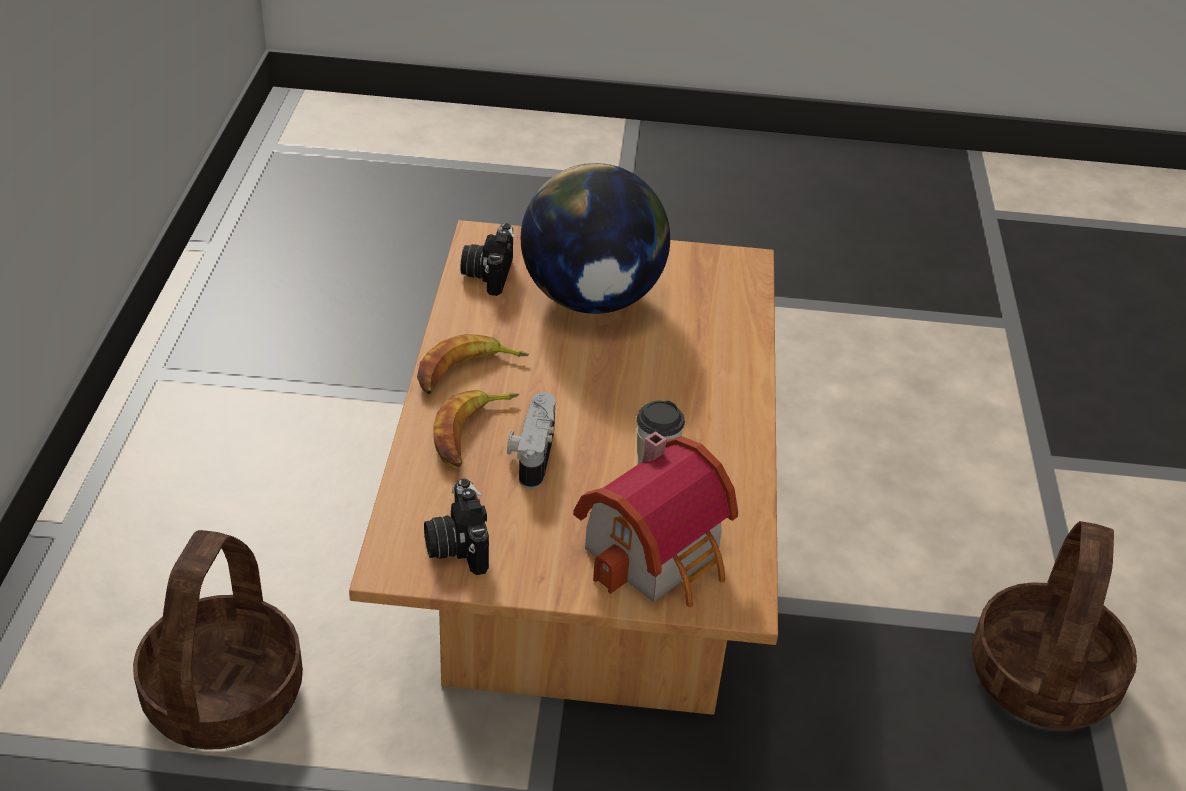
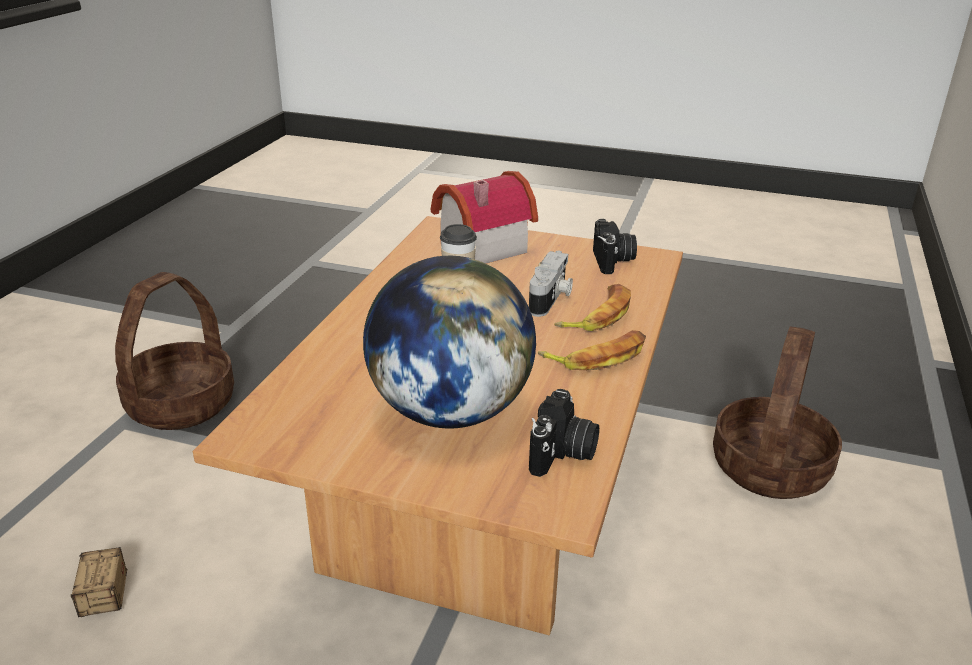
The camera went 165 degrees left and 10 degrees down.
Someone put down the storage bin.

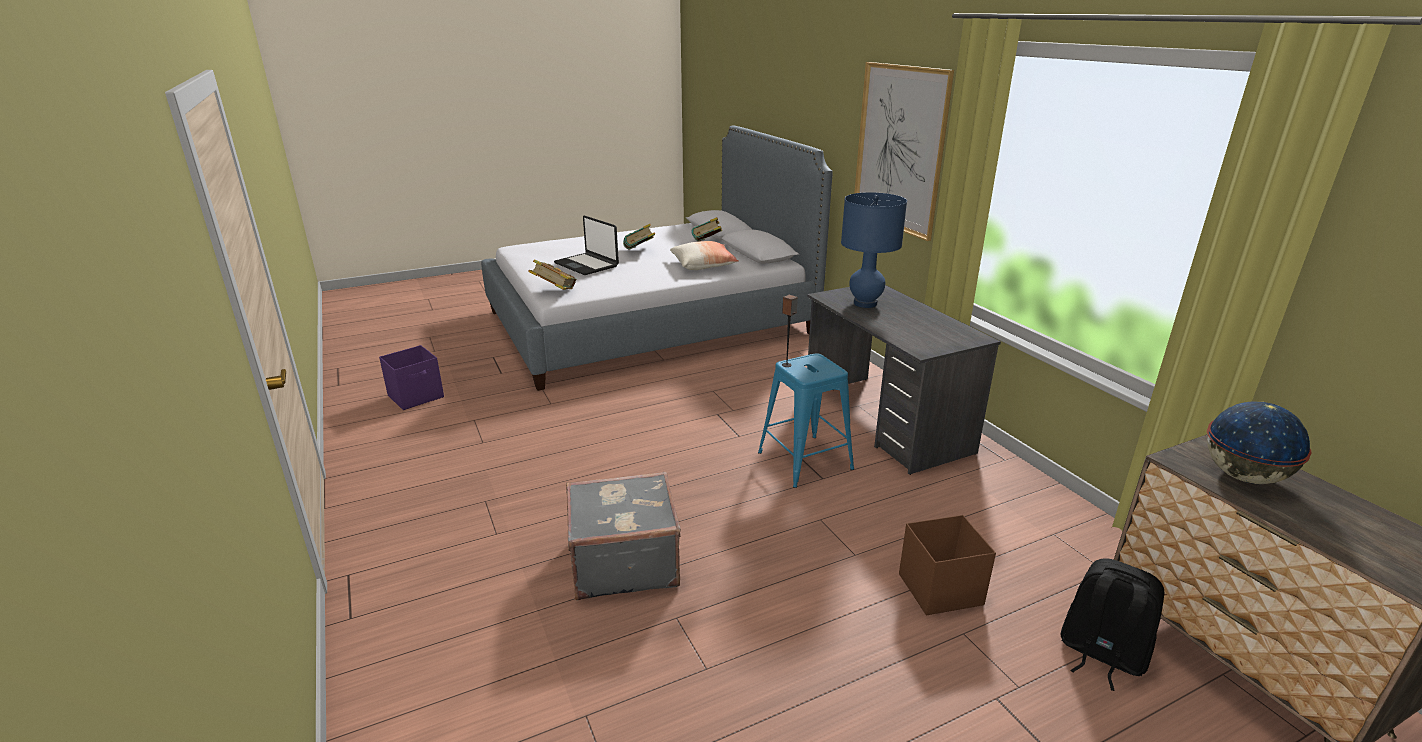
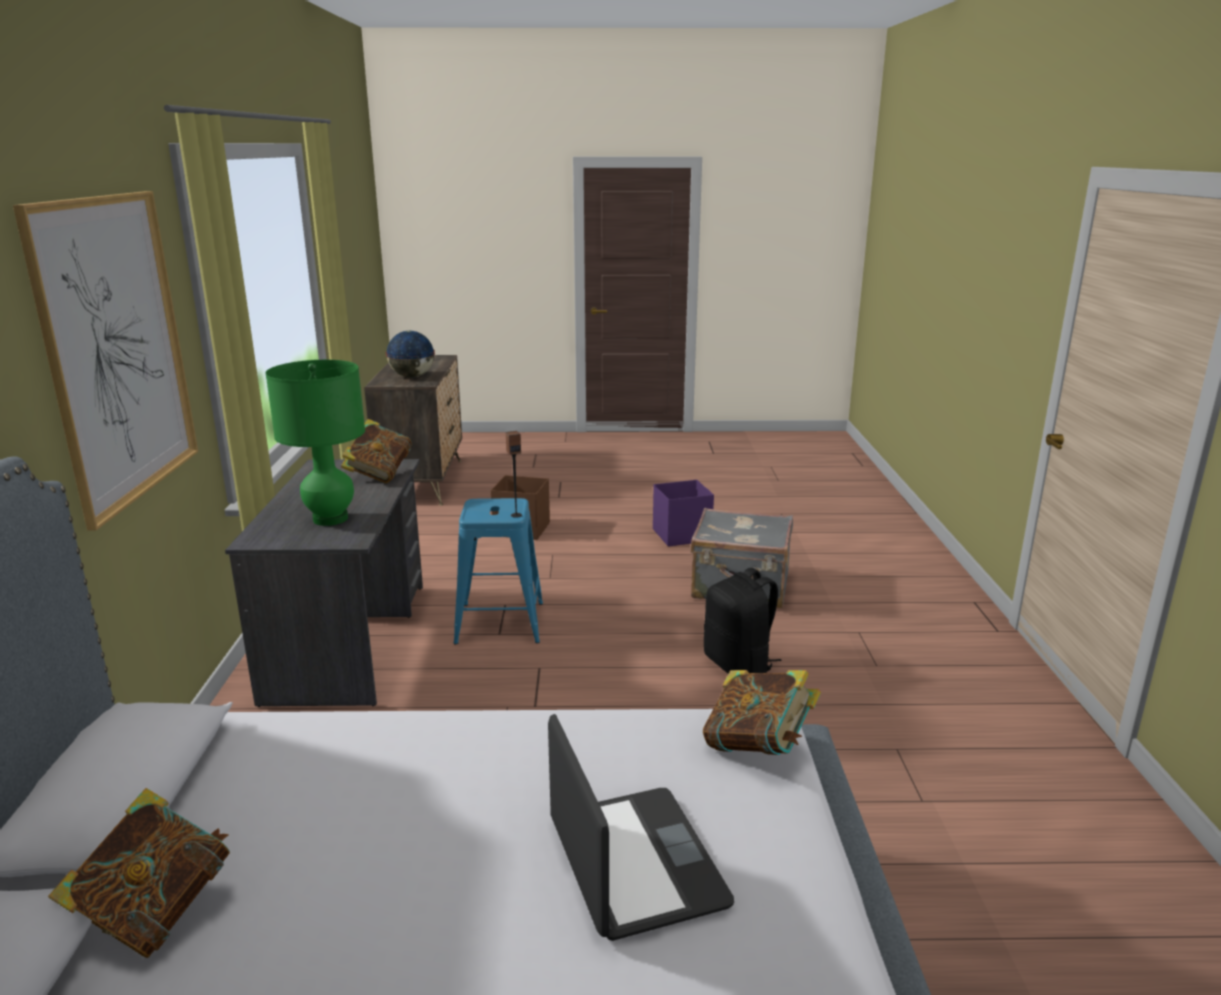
The camera went 155 degrees left and 5 degrees down.
Someone repainted the blue-coloured lamp for a table, which became the green-coloured lamp for a table.
Someone carried the bound book (no. 2 from left).
Someone took away the pillow.
Someone carried the purple storage bin.
Someone carried the black rucksack.

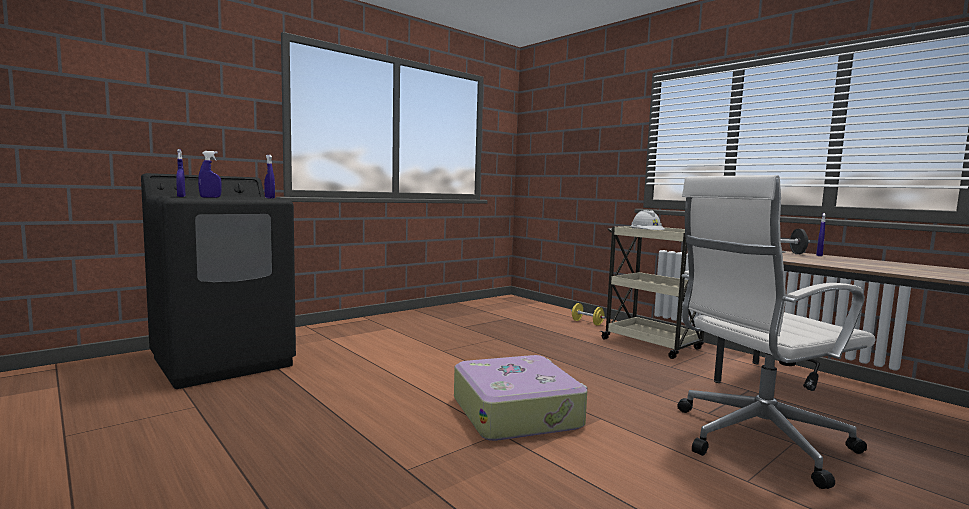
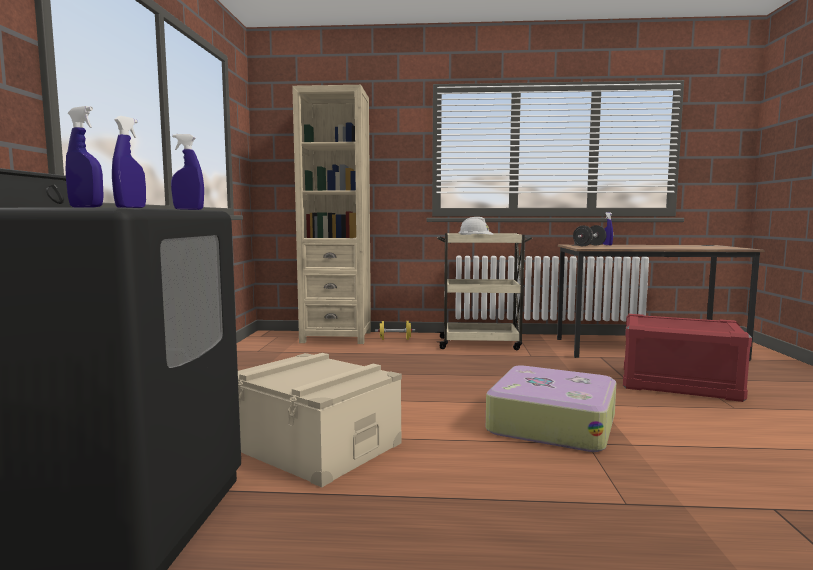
The camera went 45 degrees left and 0 degrees up.
Someone swapped the white desk chair for the reddish storage bin.
Someone put down the sand-coloured bookcase.
Someone put down the sand-coloured storage bin.

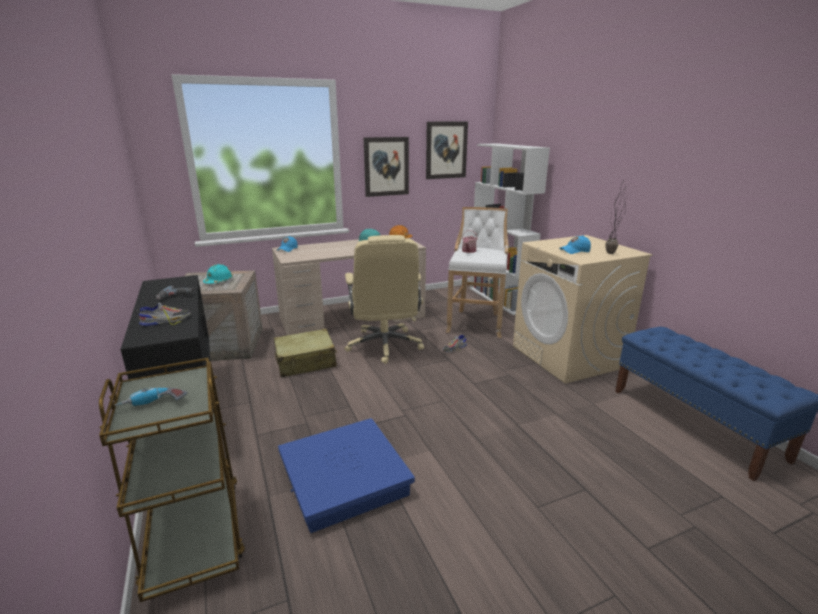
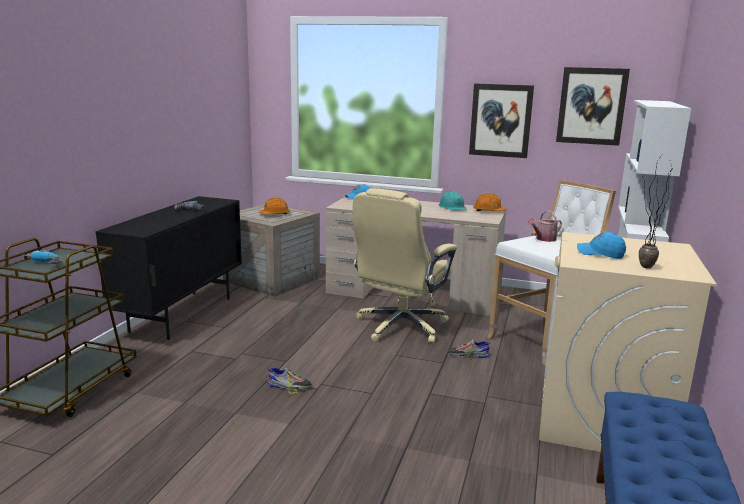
The camera went 40 degrees right and 5 degrees down.
Someone repainted the turquoise-coloured safety helmet (no. 1 from left), which became the orangey safety helmet (no. 1 from left).
Someone carried the item of footwear (no. 1 from left).
Someone took away the sand-coloured travel case.
Someone took away the blue-coloured storage bin.

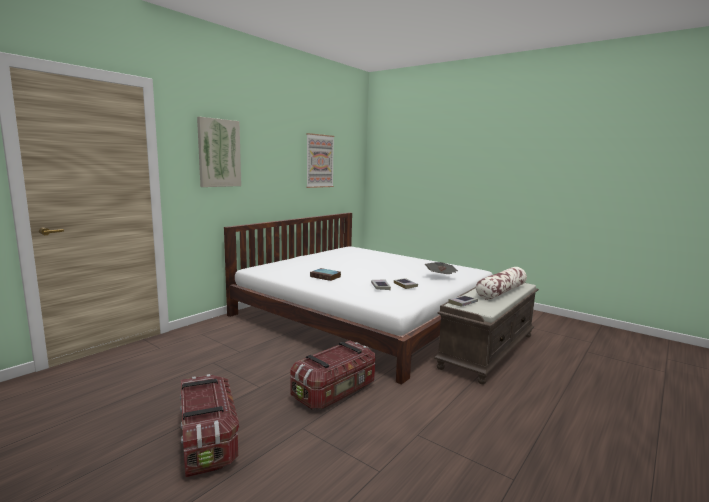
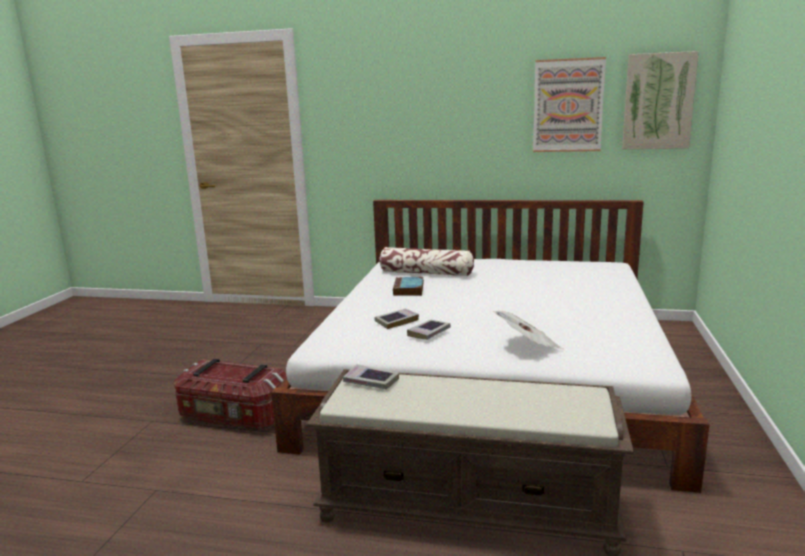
The camera went 65 degrees right and 5 degrees up.
Someone carried the wall art (no. 1 from left in the first image).
Someone carried the pillow.
Someone took away the storage bin (no. 1 from left).

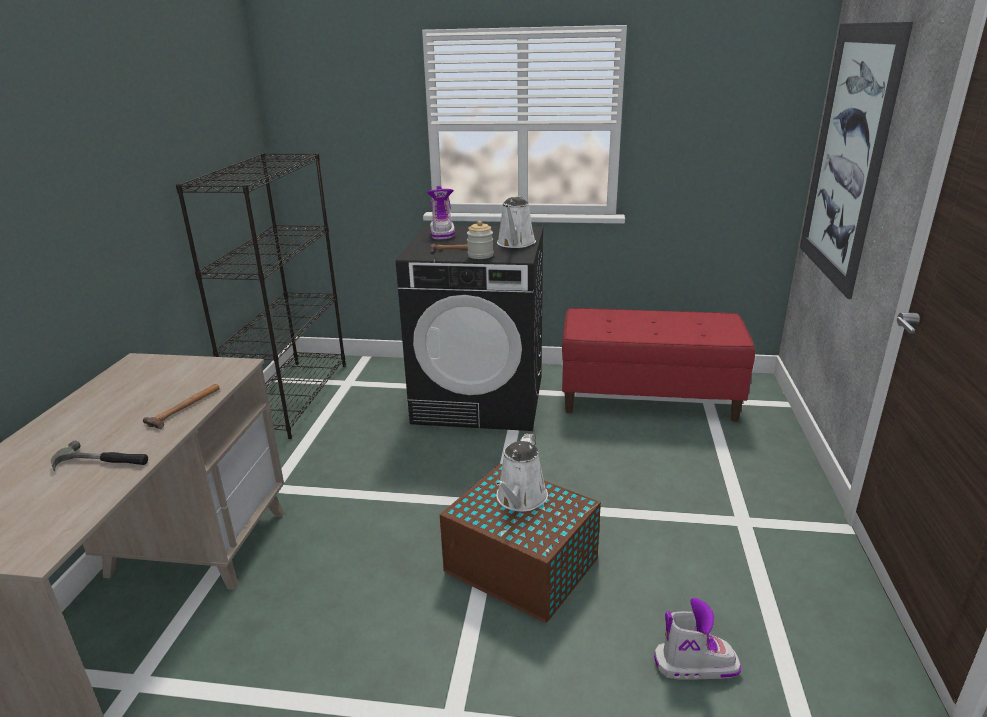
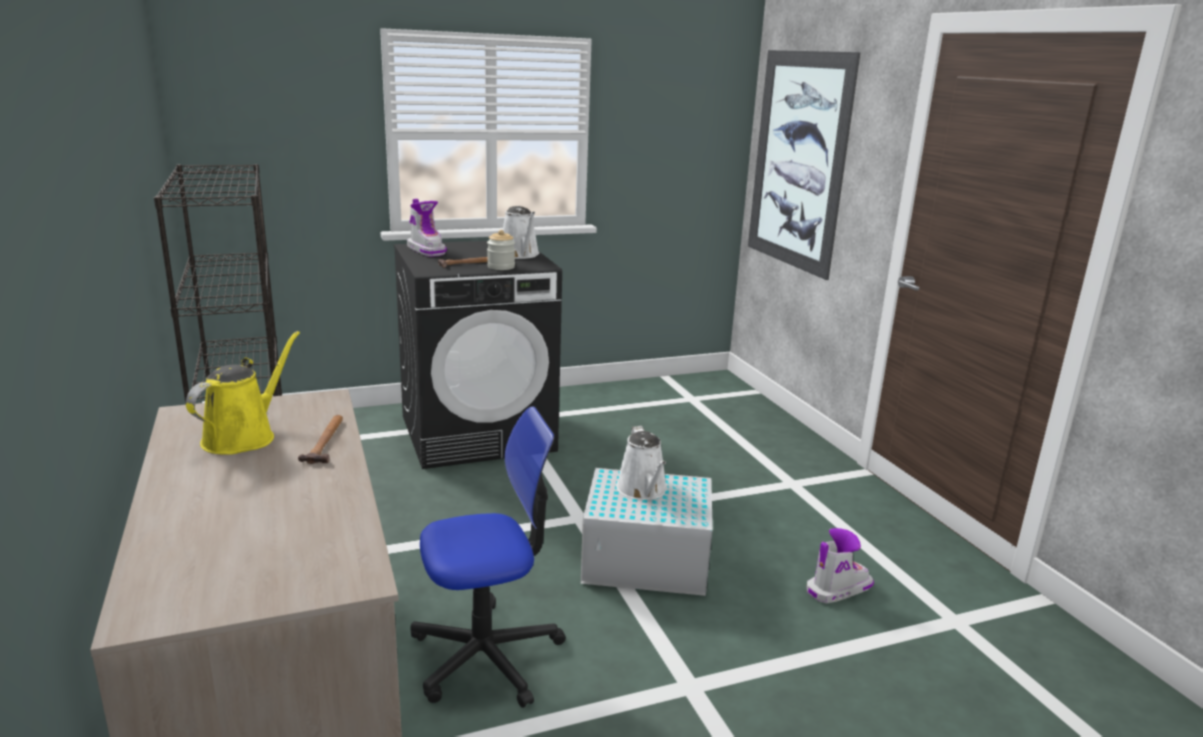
The camera went 30 degrees left and 5 degrees down.
Someone took away the reddish bench.
Someone took away the hammer (no. 1 from left).
Someone repainted the brown storage bin, which became the white storage bin.
Someone put down the yellowish sprinkling can.
Someone put down the desk chair.

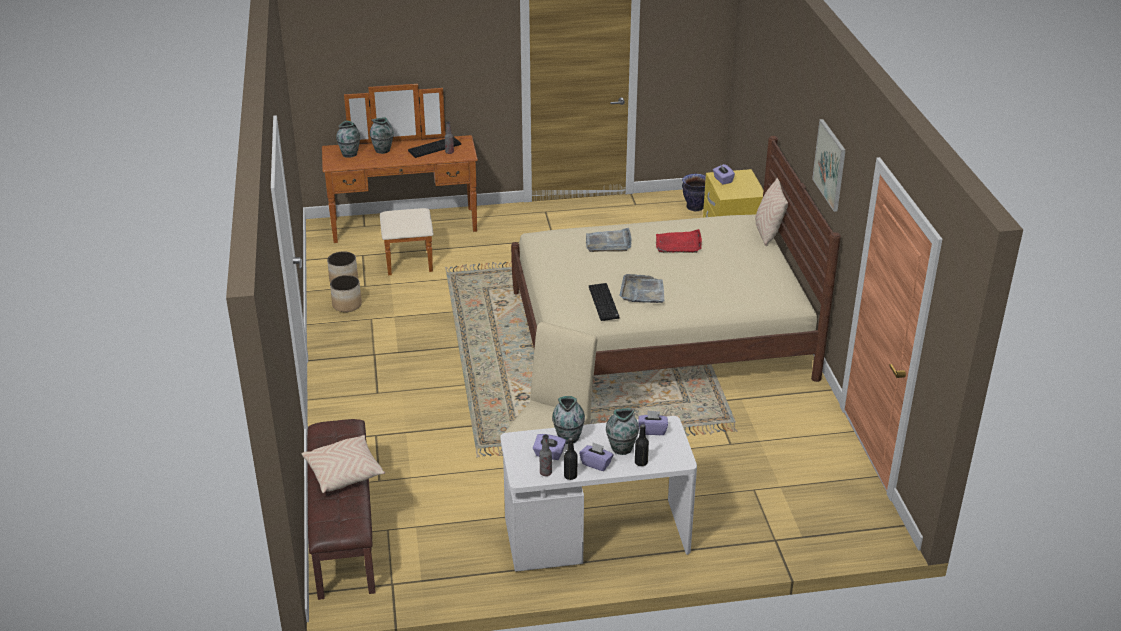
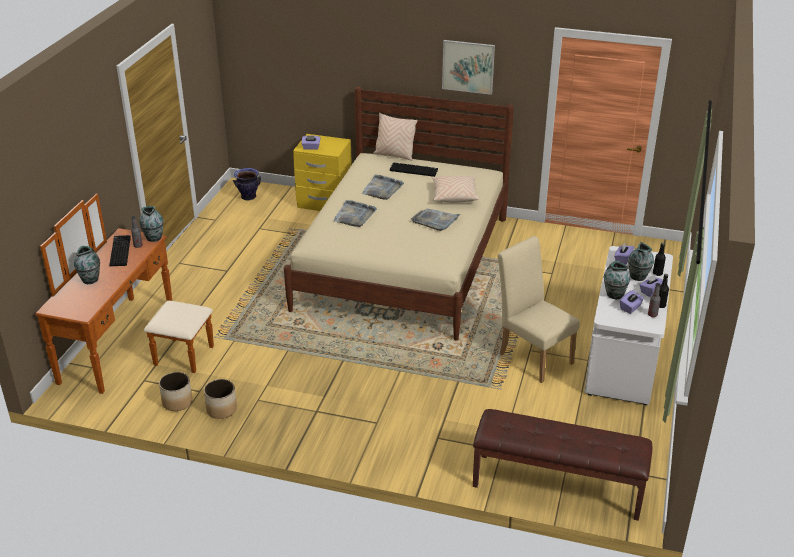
The camera went 65 degrees left and 0 degrees up.
Someone carried the decorative vase (no. 1 from left in the first image).
Someone repainted the reddish tray, which became the gray tray (no. 2 from left).
Someone carried the keyboard (no. 2 from left).
Someone carried the sand-coloured pillow (no. 1 from left in the first image).

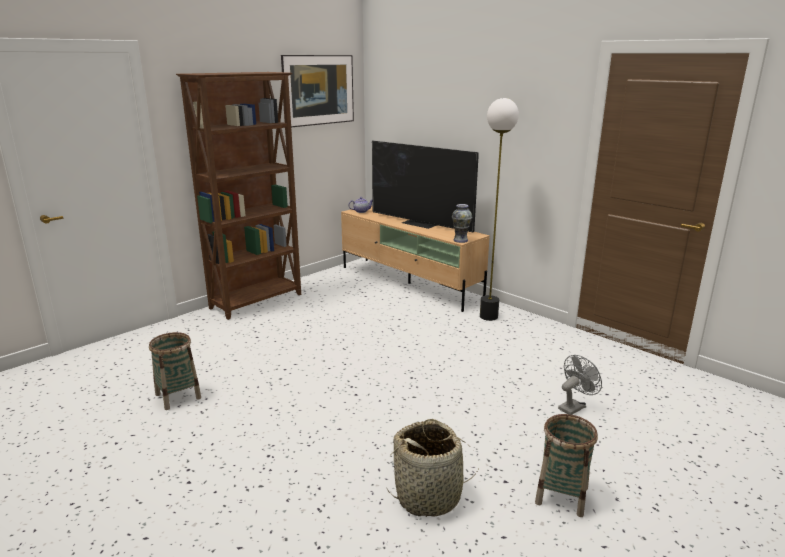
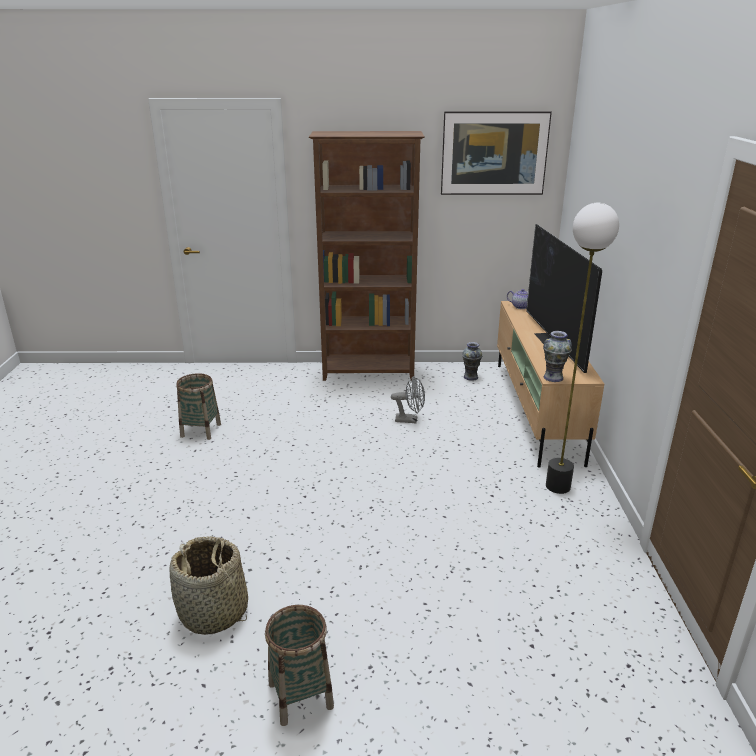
The camera went 45 degrees right and 5 degrees up.
Someone carried the gray cooling fan.
Someone put down the decorative vase (no. 1 from left).

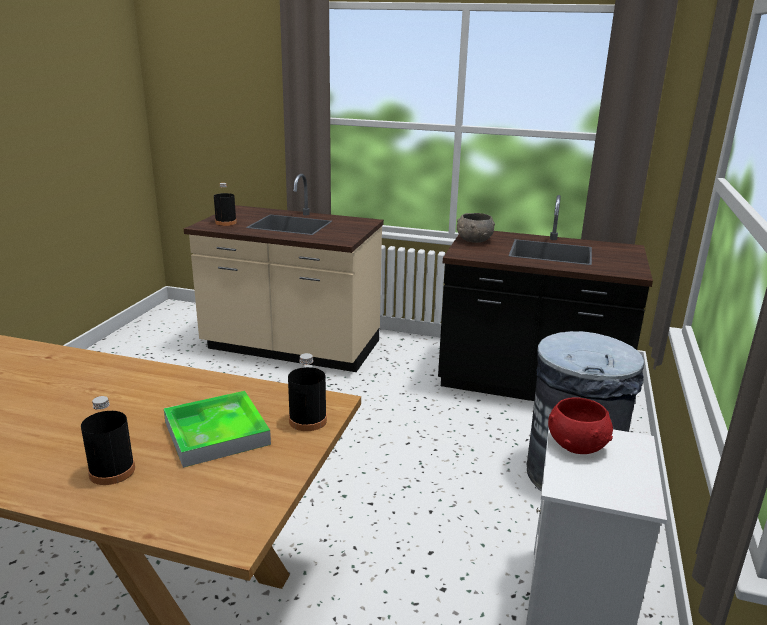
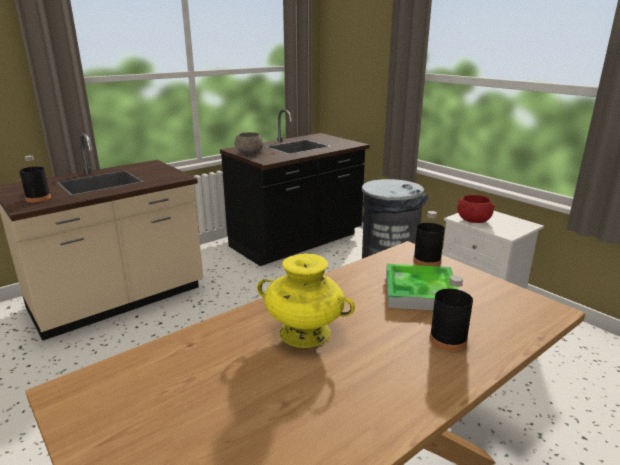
The camera went 55 degrees left and 0 degrees up.
Someone put down the yellowish decorative vase.

